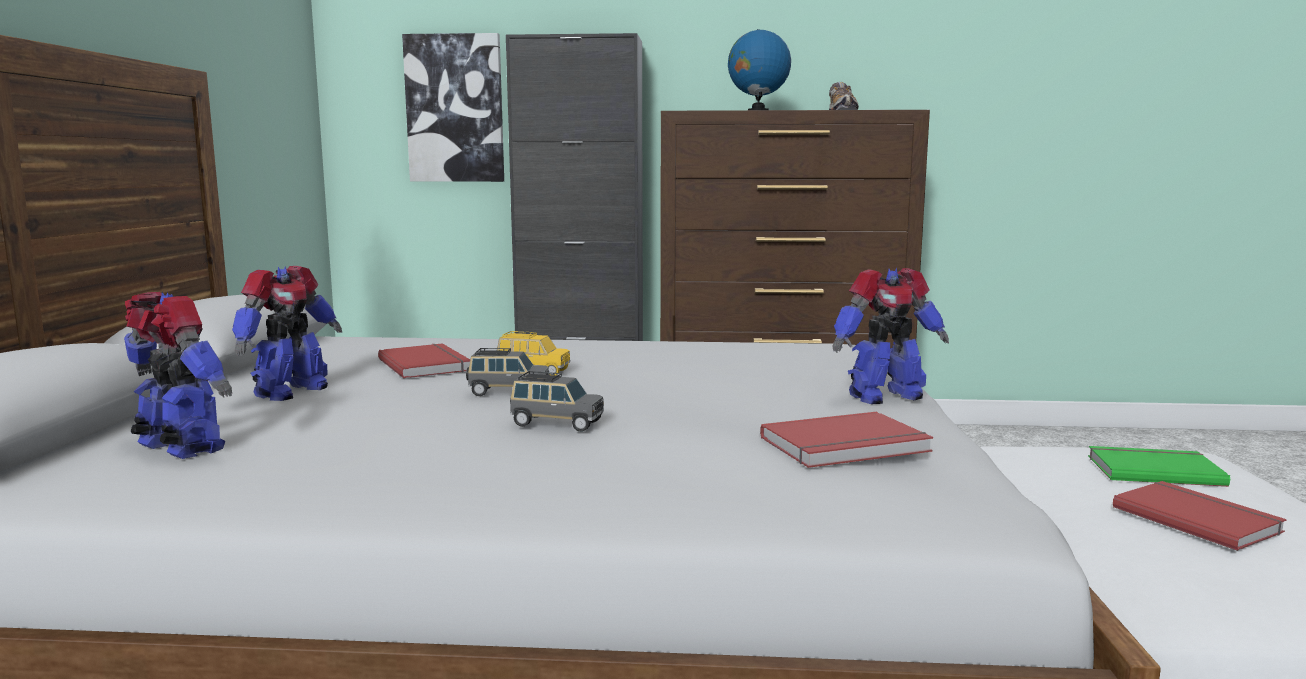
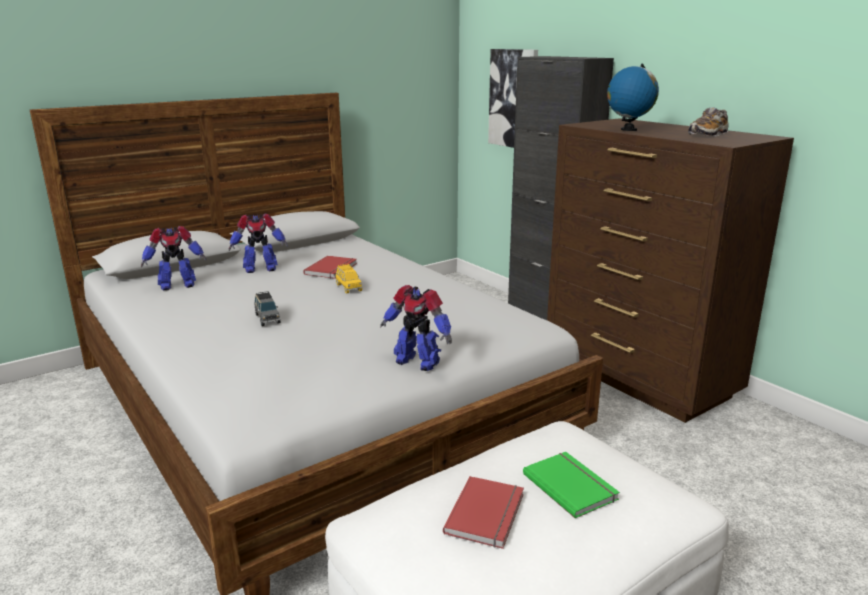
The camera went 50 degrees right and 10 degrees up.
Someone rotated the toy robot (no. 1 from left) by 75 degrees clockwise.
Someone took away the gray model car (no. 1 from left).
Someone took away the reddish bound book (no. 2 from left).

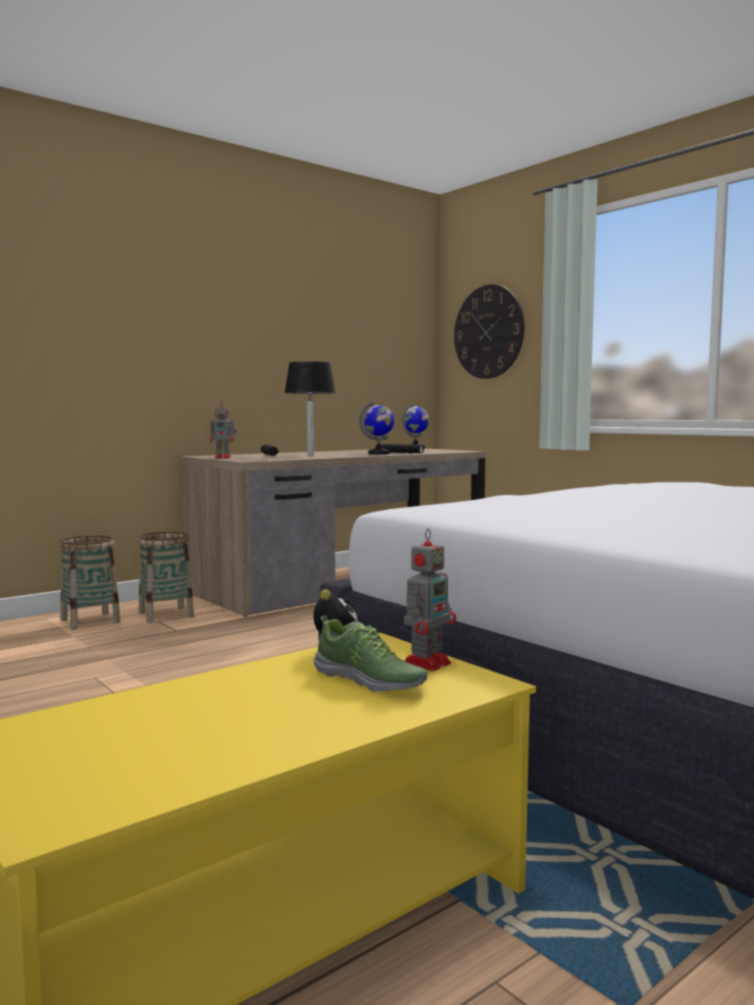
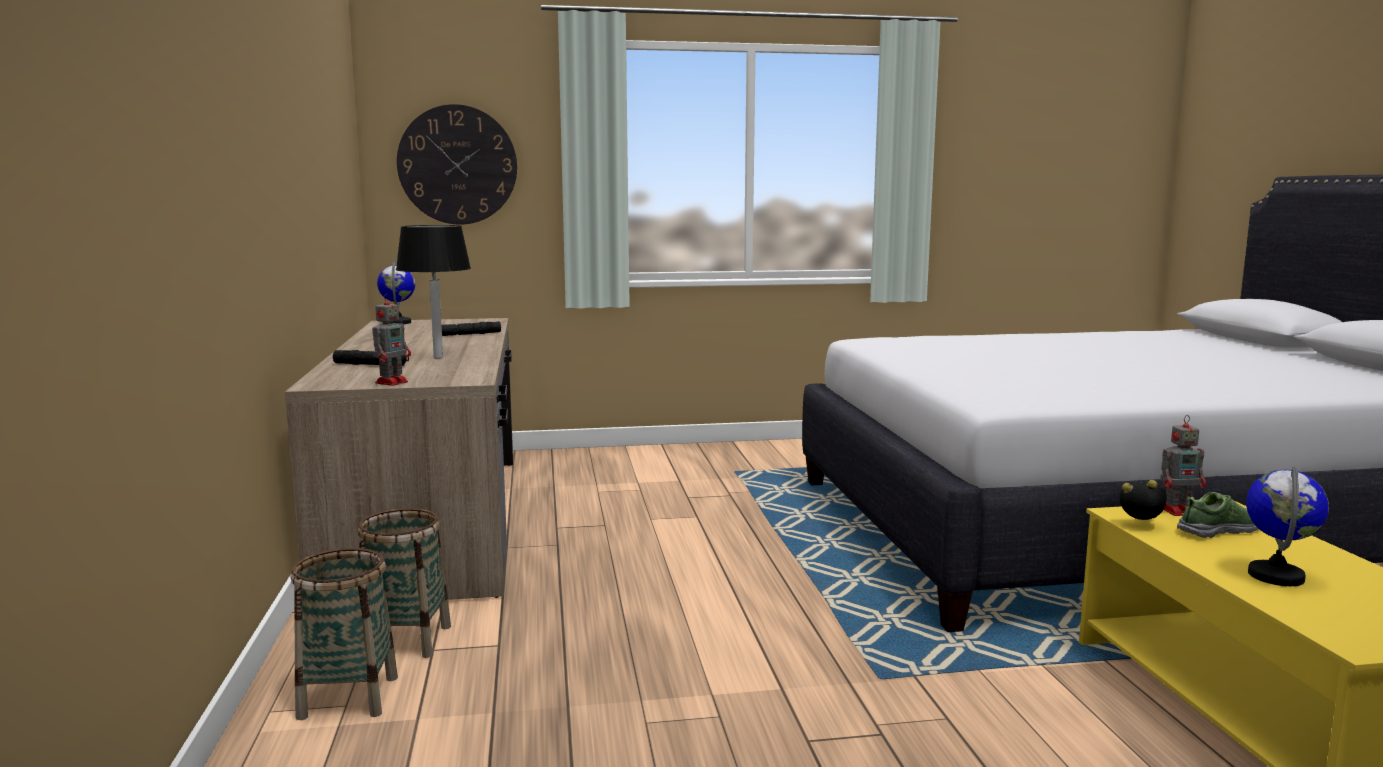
The camera went 60 degrees left and 5 degrees up.
Someone carried the globe (no. 1 from left in the first image).
Someone rotated the toy robot (no. 2 from left) by 105 degrees clockwise.

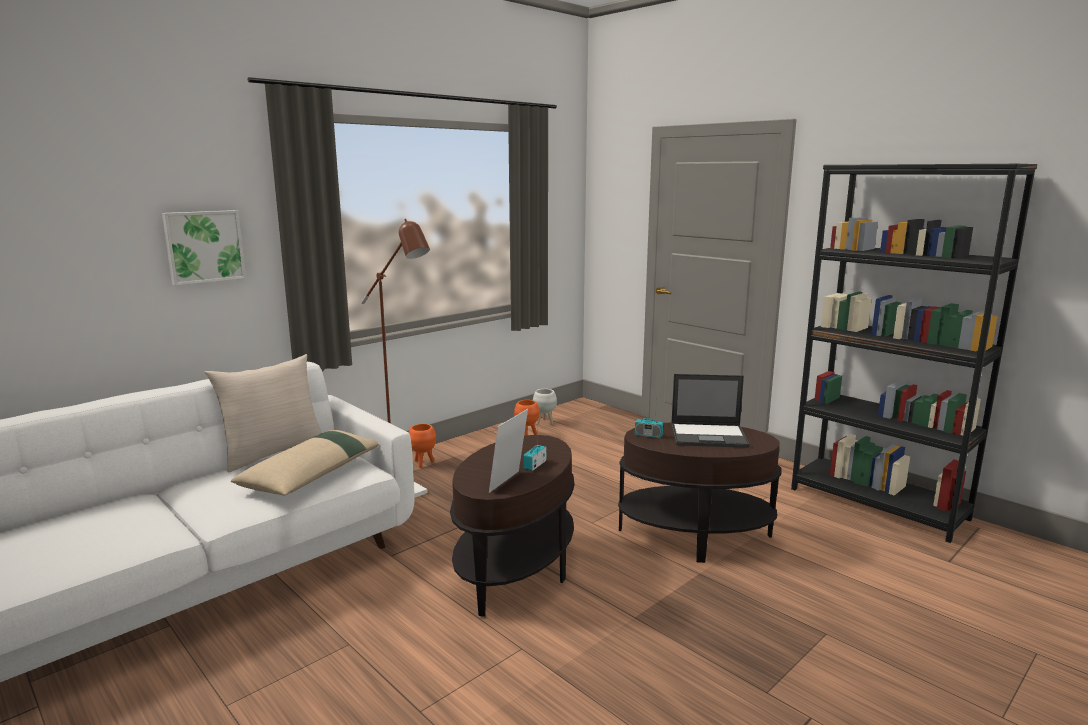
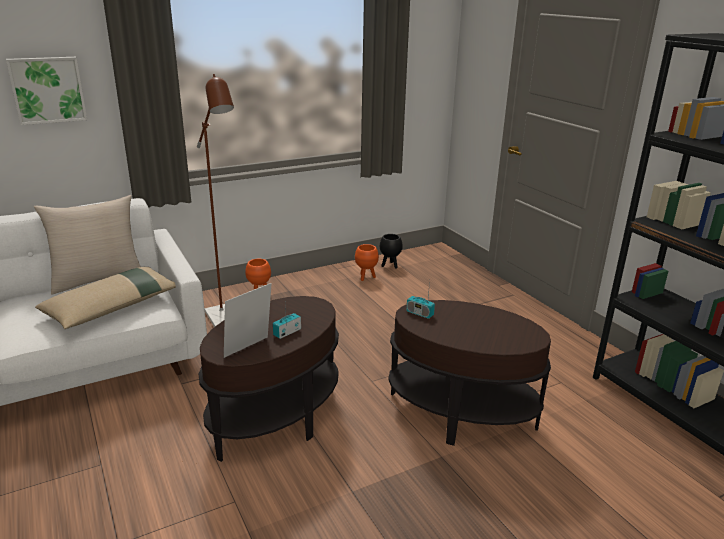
The camera went 15 degrees right and 10 degrees up.
Someone took away the notebook computer.
Someone repainted the white flower pot, which became the black flower pot.

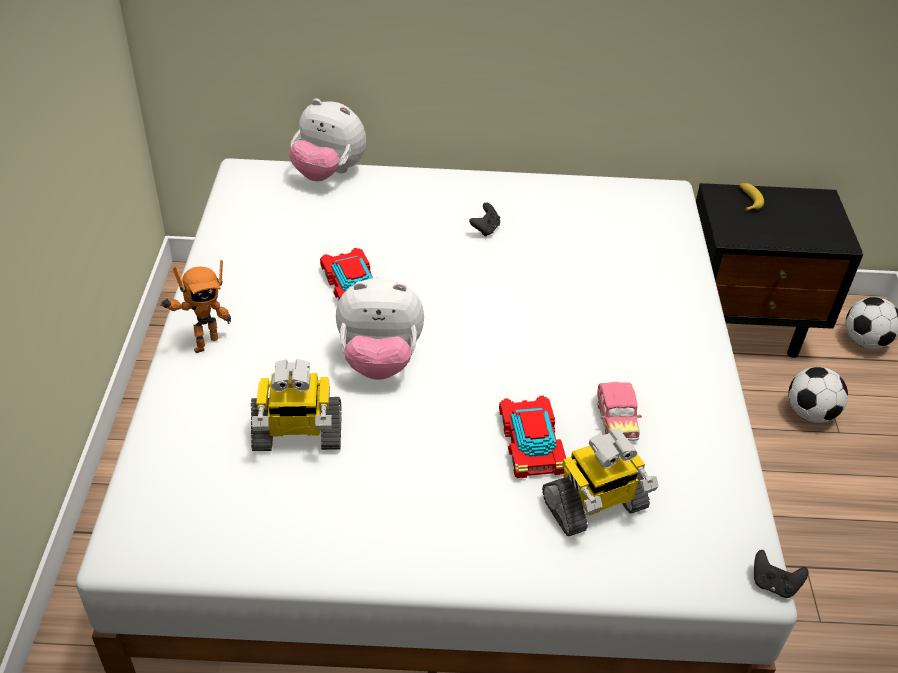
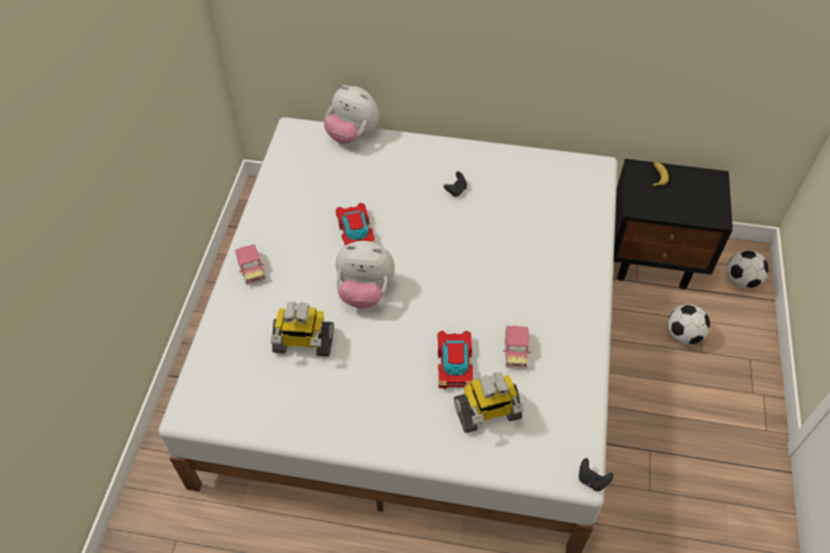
The camera went 10 degrees right and 10 degrees up.
Someone swapped the toy robot (no. 1 from left) for the model car (no. 1 from left).

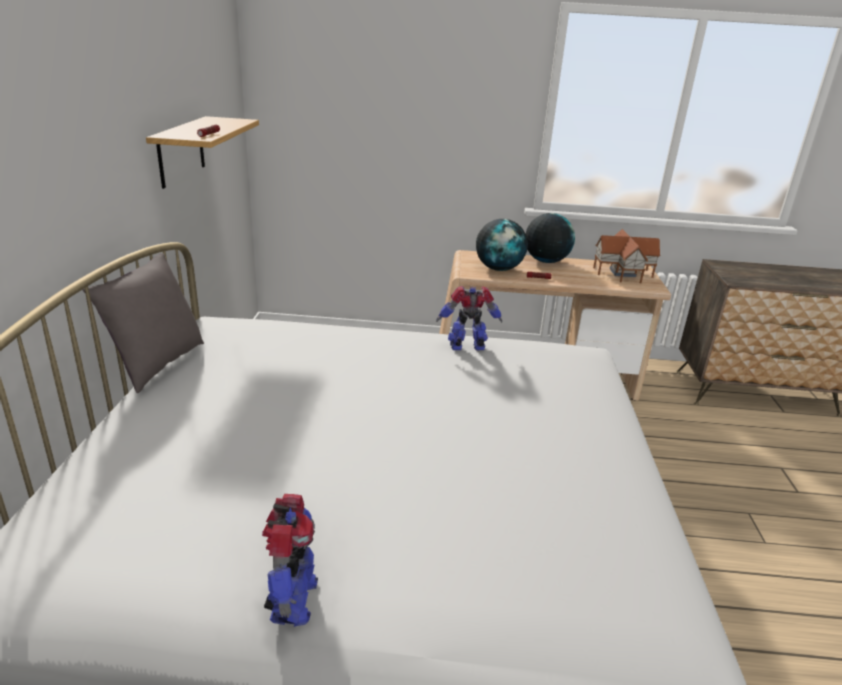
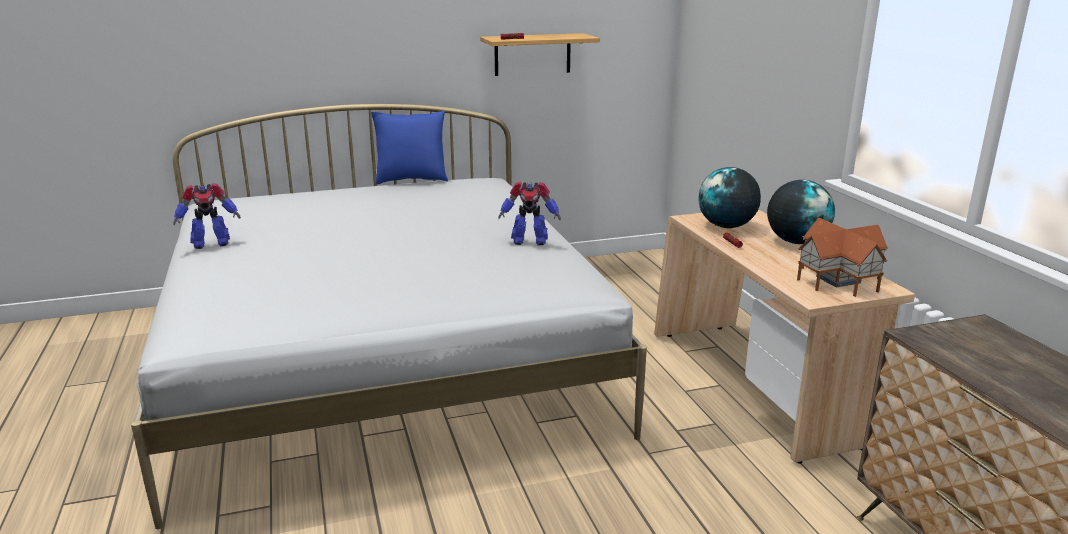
The camera went 70 degrees right and 5 degrees down.
Someone repainted the gray pillow, which became the blue-coloured pillow.
Someone rotated the toy robot (no. 2 from left) by 120 degrees clockwise.

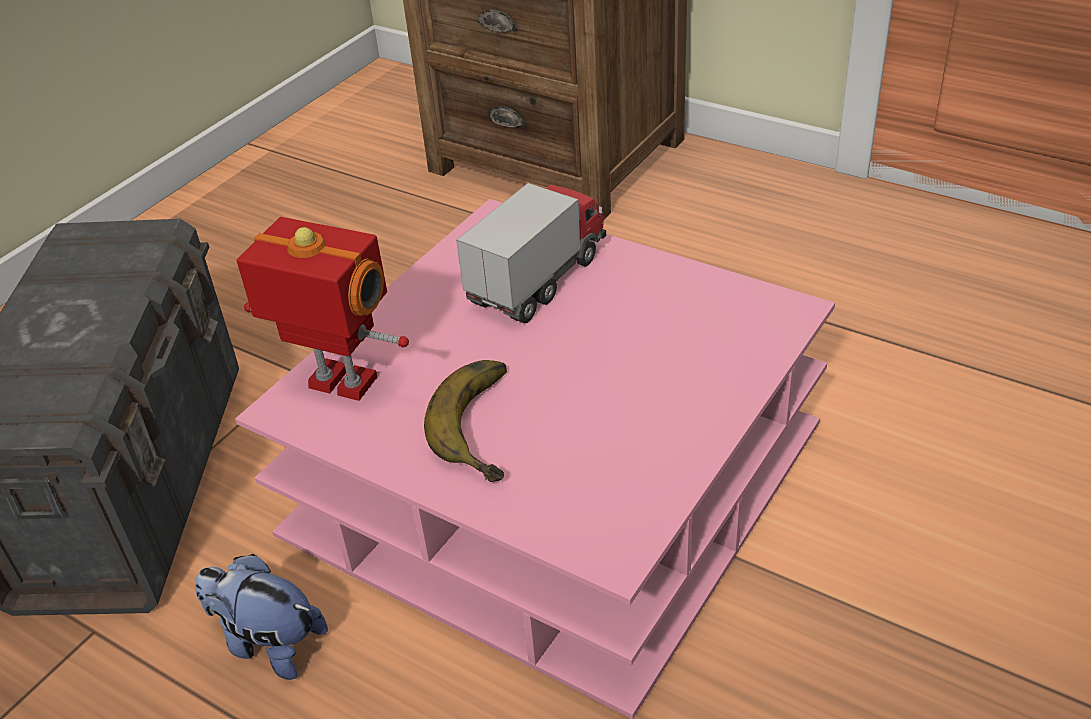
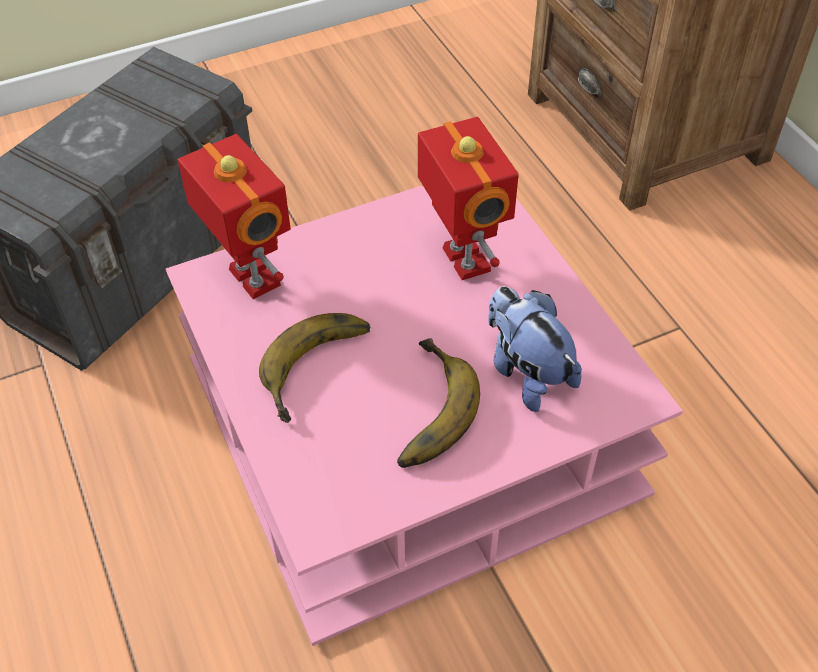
The camera went 30 degrees right and 10 degrees up.
Someone swapped the model truck for the toy robot (no. 2 from left).
Someone carried the cuddly toy.
Someone put down the banana fruit (no. 2 from left).

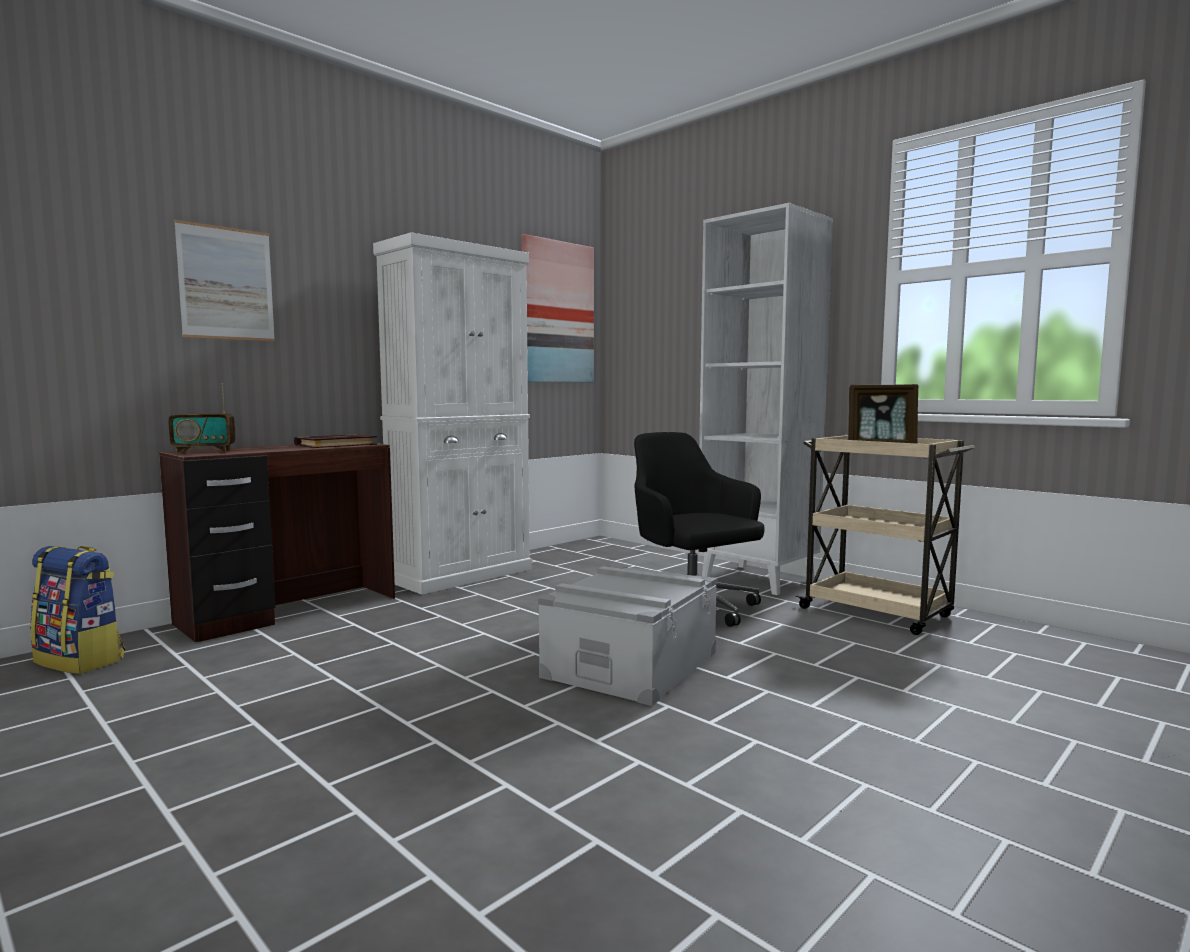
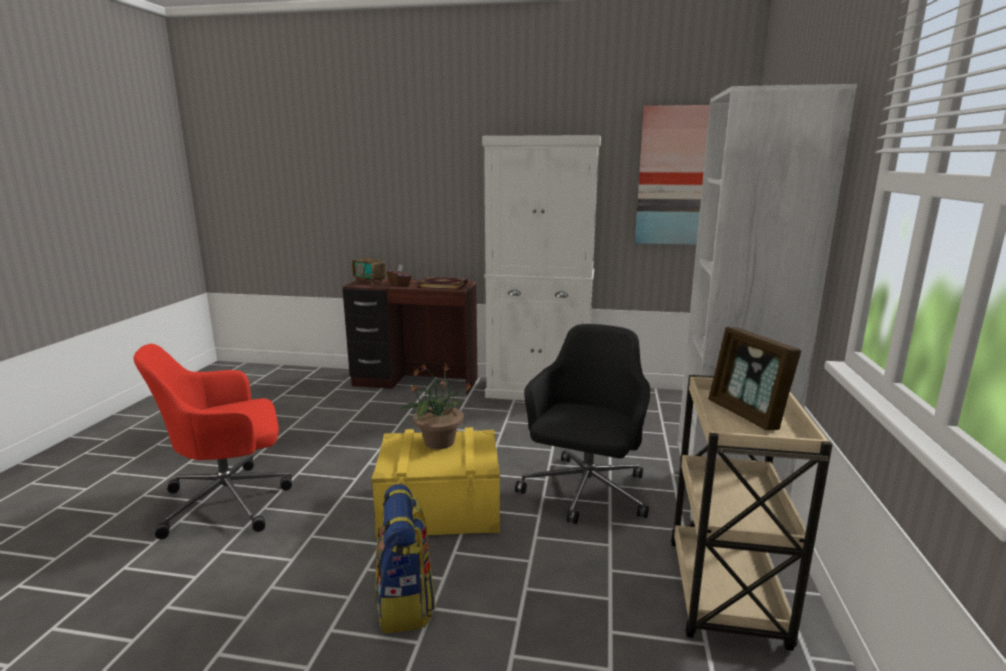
The camera went 55 degrees right and 10 degrees up.
Someone took away the wall art (no. 1 from left).
Someone carried the rucksack.
Someone repainted the gray storage bin, which became the yellowish storage bin.
Someone put down the brown tissue box.
Someone put down the reddish desk chair.
Someone put down the houseplant.

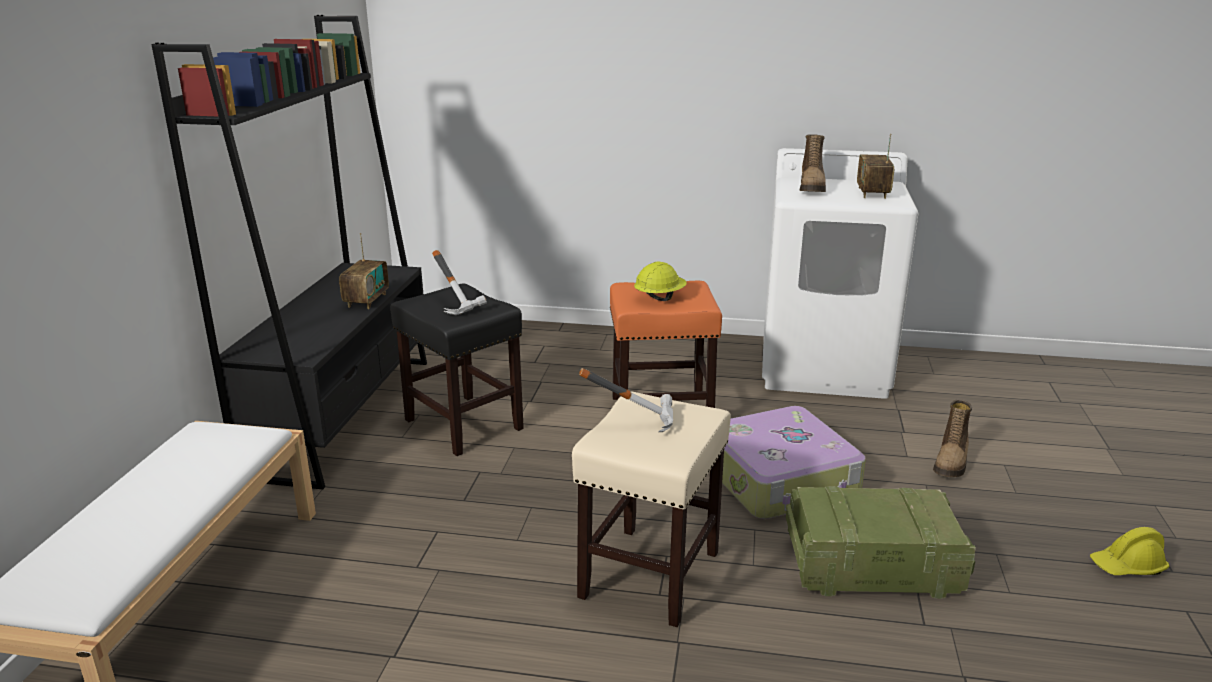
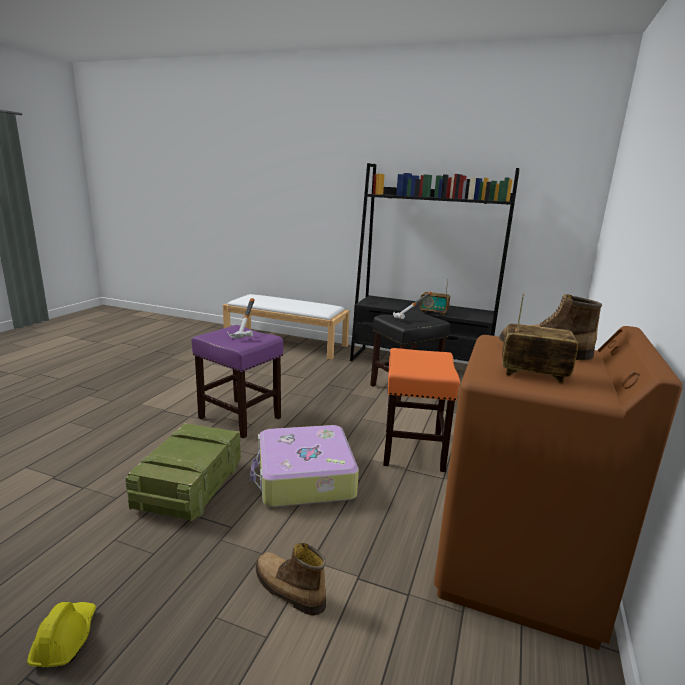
The camera went 100 degrees right and 5 degrees down.
Someone repainted the white laundry machine, which became the brown laundry machine.
Someone took away the yellowish safety helmet (no. 1 from left).
Someone repainted the sand-coloured stool seat, which became the purple stool seat.

